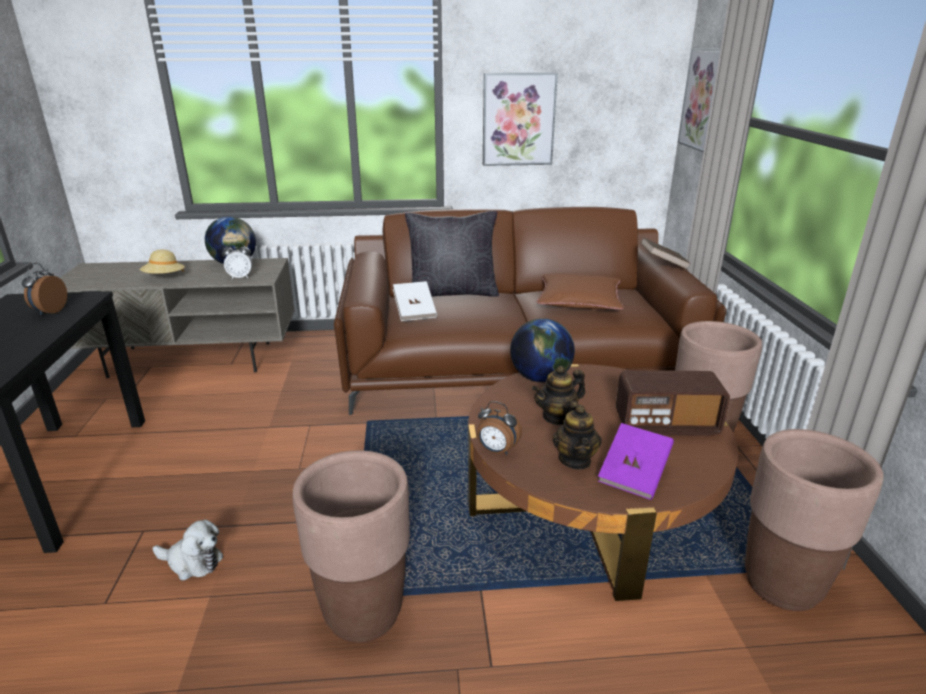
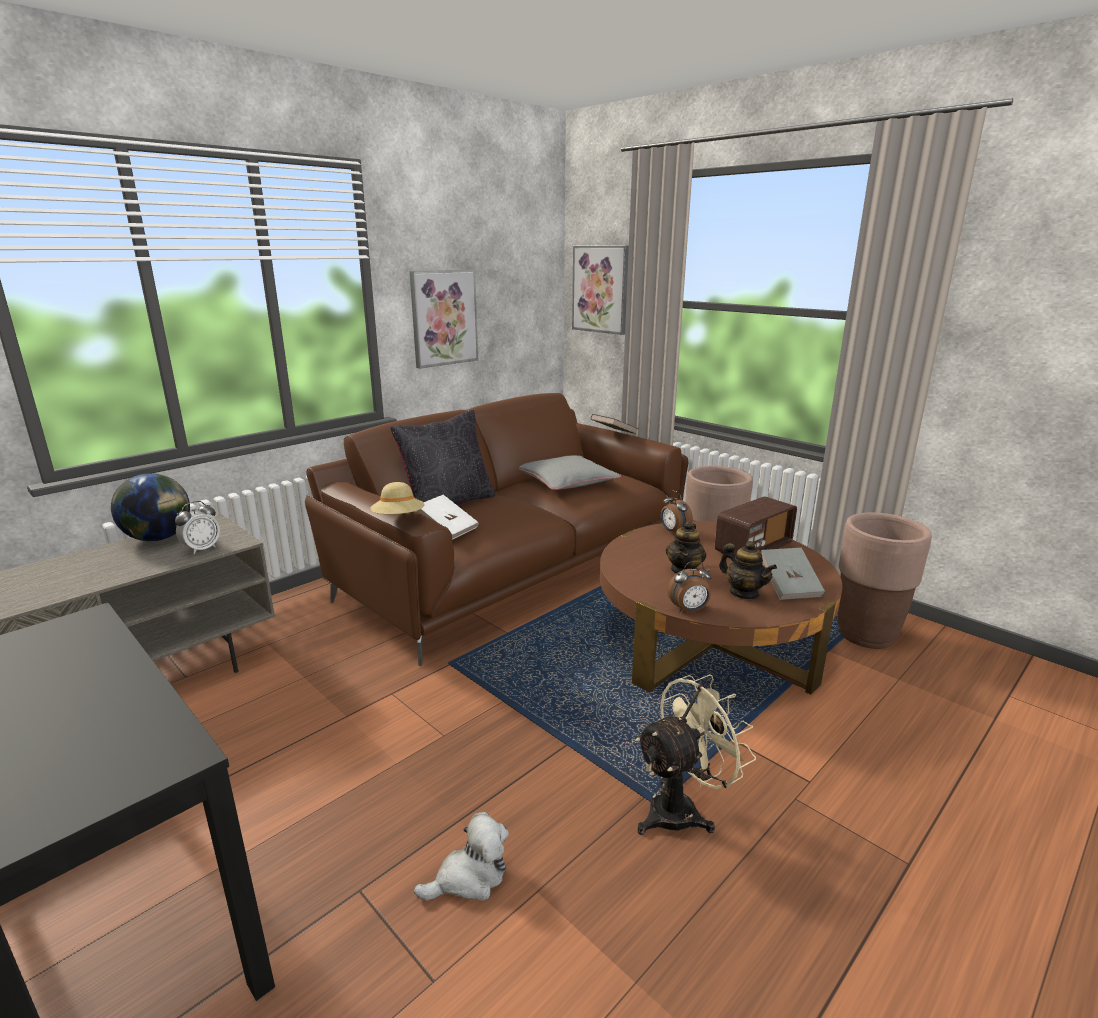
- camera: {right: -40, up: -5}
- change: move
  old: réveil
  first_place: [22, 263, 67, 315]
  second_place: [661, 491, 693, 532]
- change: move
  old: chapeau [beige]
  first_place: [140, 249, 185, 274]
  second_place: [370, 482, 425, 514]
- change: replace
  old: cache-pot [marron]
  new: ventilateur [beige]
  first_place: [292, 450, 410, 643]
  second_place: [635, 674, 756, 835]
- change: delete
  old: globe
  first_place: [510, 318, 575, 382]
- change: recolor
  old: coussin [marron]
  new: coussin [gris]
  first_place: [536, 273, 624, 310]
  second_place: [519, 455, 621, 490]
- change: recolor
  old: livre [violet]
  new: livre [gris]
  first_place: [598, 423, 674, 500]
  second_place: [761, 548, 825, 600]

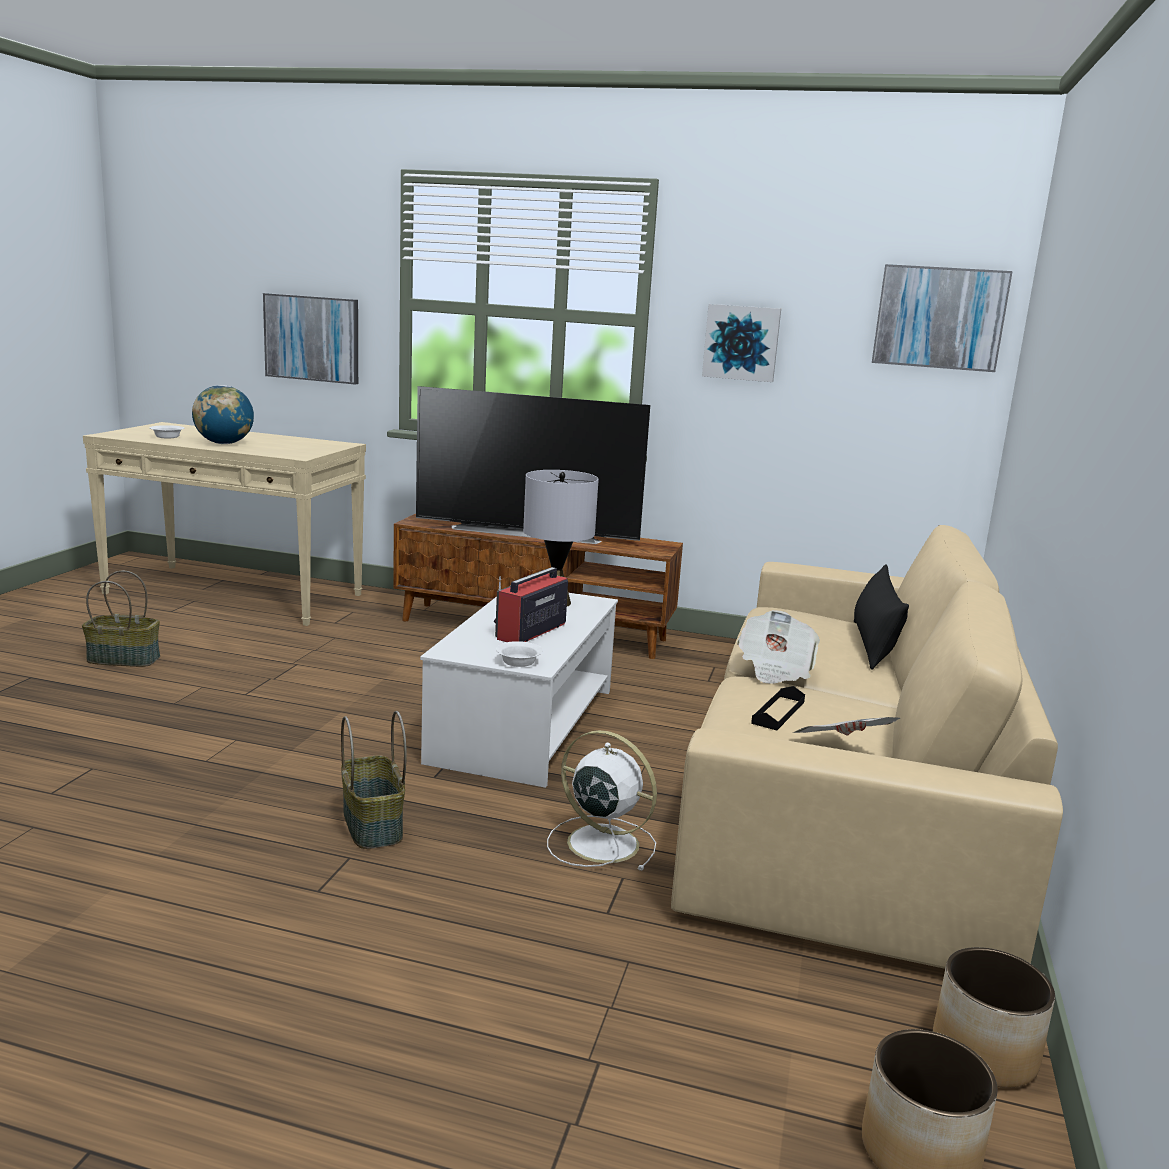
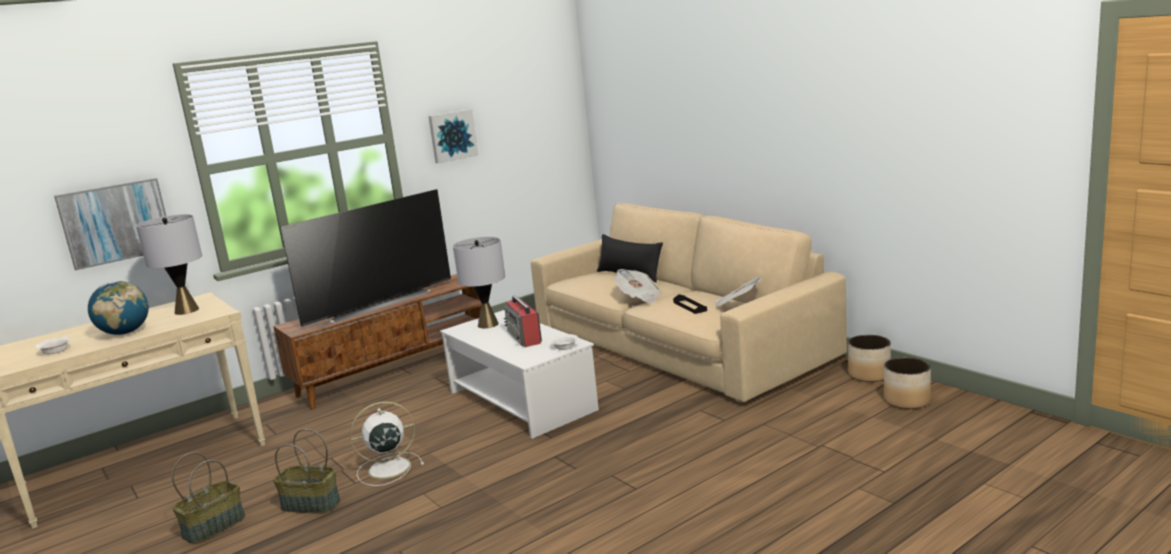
- camera: {right: -50, up: 0}
- change: move
  old: panier
  first_place: [341, 711, 407, 849]
  second_place: [273, 429, 340, 514]
- change: move
  old: ventilateur [blanc]
  first_place: [547, 730, 657, 871]
  second_place: [350, 401, 424, 486]
- change: delete
  old: tableau
  first_place: [872, 264, 1013, 372]
- change: insert
  new: lampe de table [gris]
  second_place: [136, 214, 202, 315]

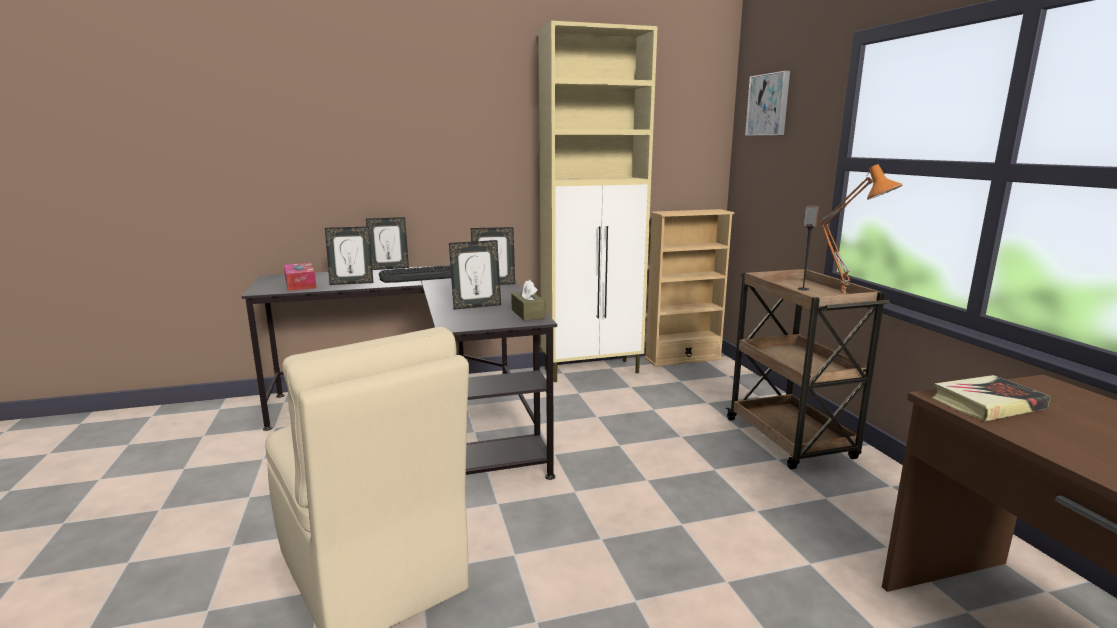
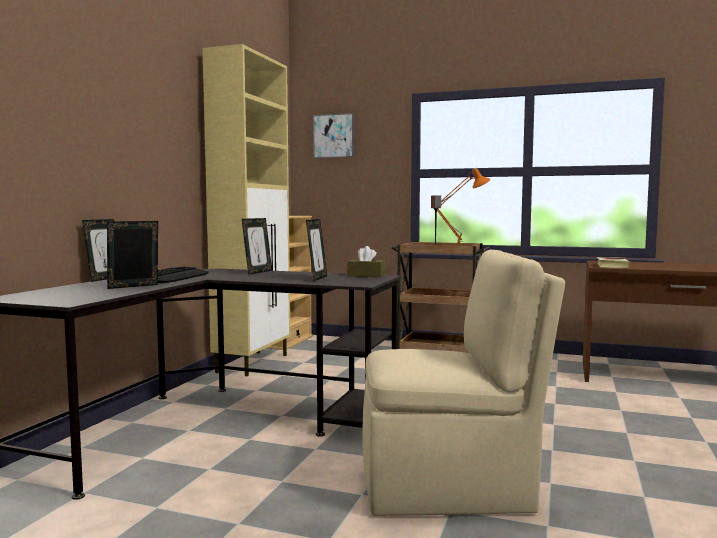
- camera: {right: -55, up: -10}
- change: delete
  old: boîte à mouchoirs
  first_place: [284, 263, 316, 291]
- change: rotate
  old: cadre photo
  first_place: [325, 226, 373, 285]
  second_place: [107, 221, 158, 289]
  degrees: -150

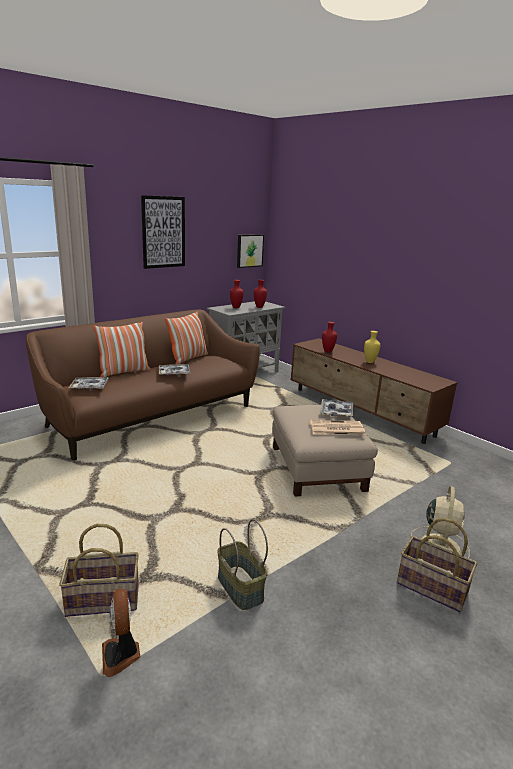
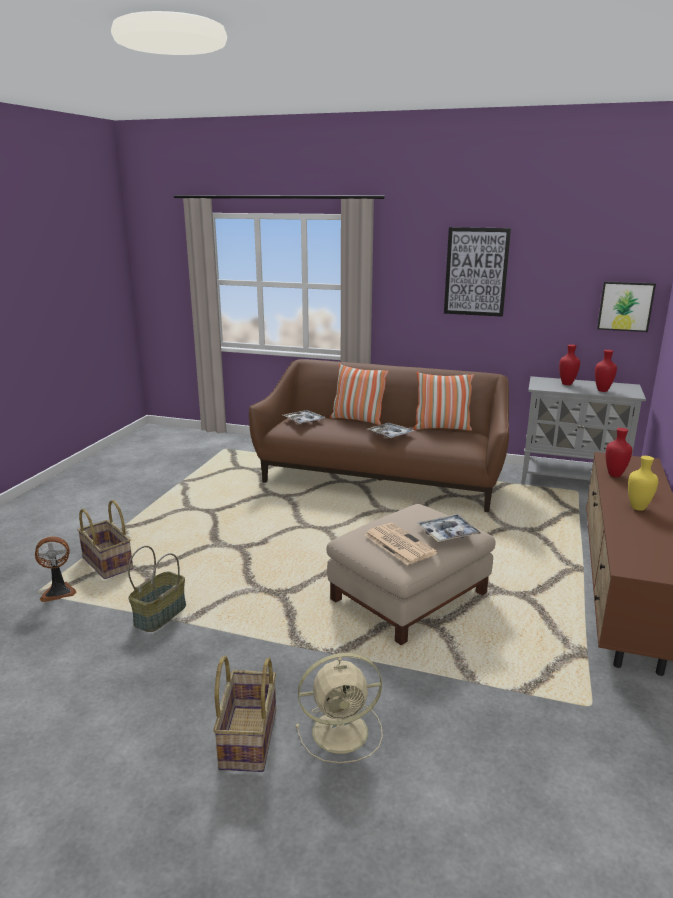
- camera: {right: 60, up: 0}
- change: rotate
  old: ventilateur
  first_place: [102, 589, 141, 677]
  second_place: [35, 536, 76, 602]
  degrees: -150

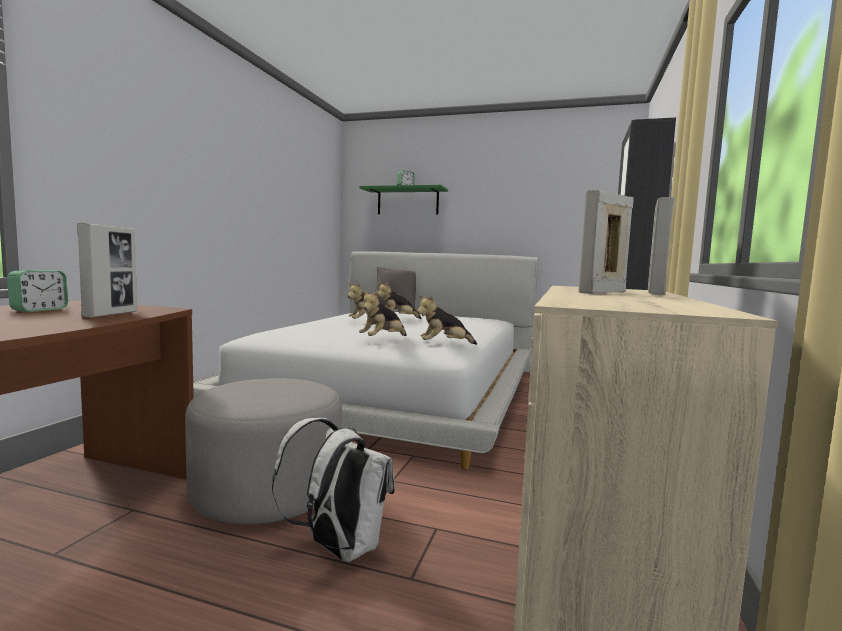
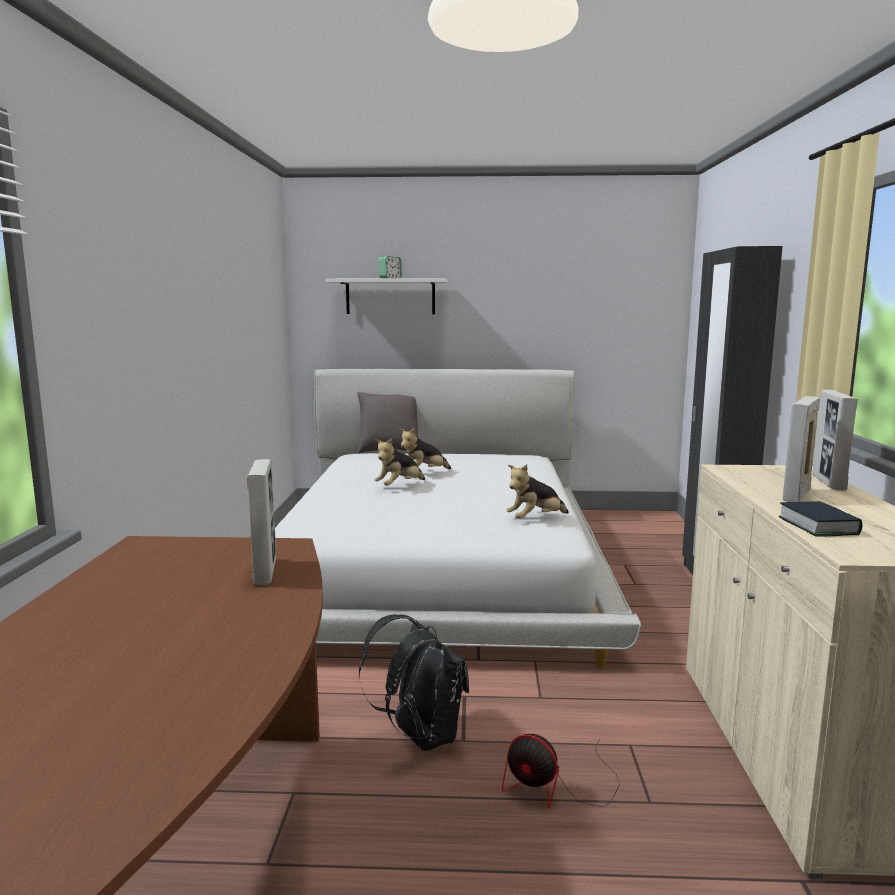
- camera: {right: -15, up: 5}
- change: delete
  old: réveil
  first_place: [7, 270, 68, 312]
- change: replace
  old: pouf [gris]
  new: sac à dos [noir]
  first_place: [185, 378, 342, 524]
  second_place: [359, 614, 469, 751]
- change: replace
  old: sac à dos [blanc]
  new: ventilateur
  first_place: [272, 418, 395, 562]
  second_place: [502, 734, 620, 809]
- change: recolor
  old: étagère [vert]
  new: étagère [blanc]
  first_place: [359, 185, 448, 214]
  second_place: [326, 278, 448, 314]
- change: delete
  old: peluche
  first_place: [359, 290, 407, 336]
- change: insert
  new: livre
  second_place: [778, 501, 862, 536]

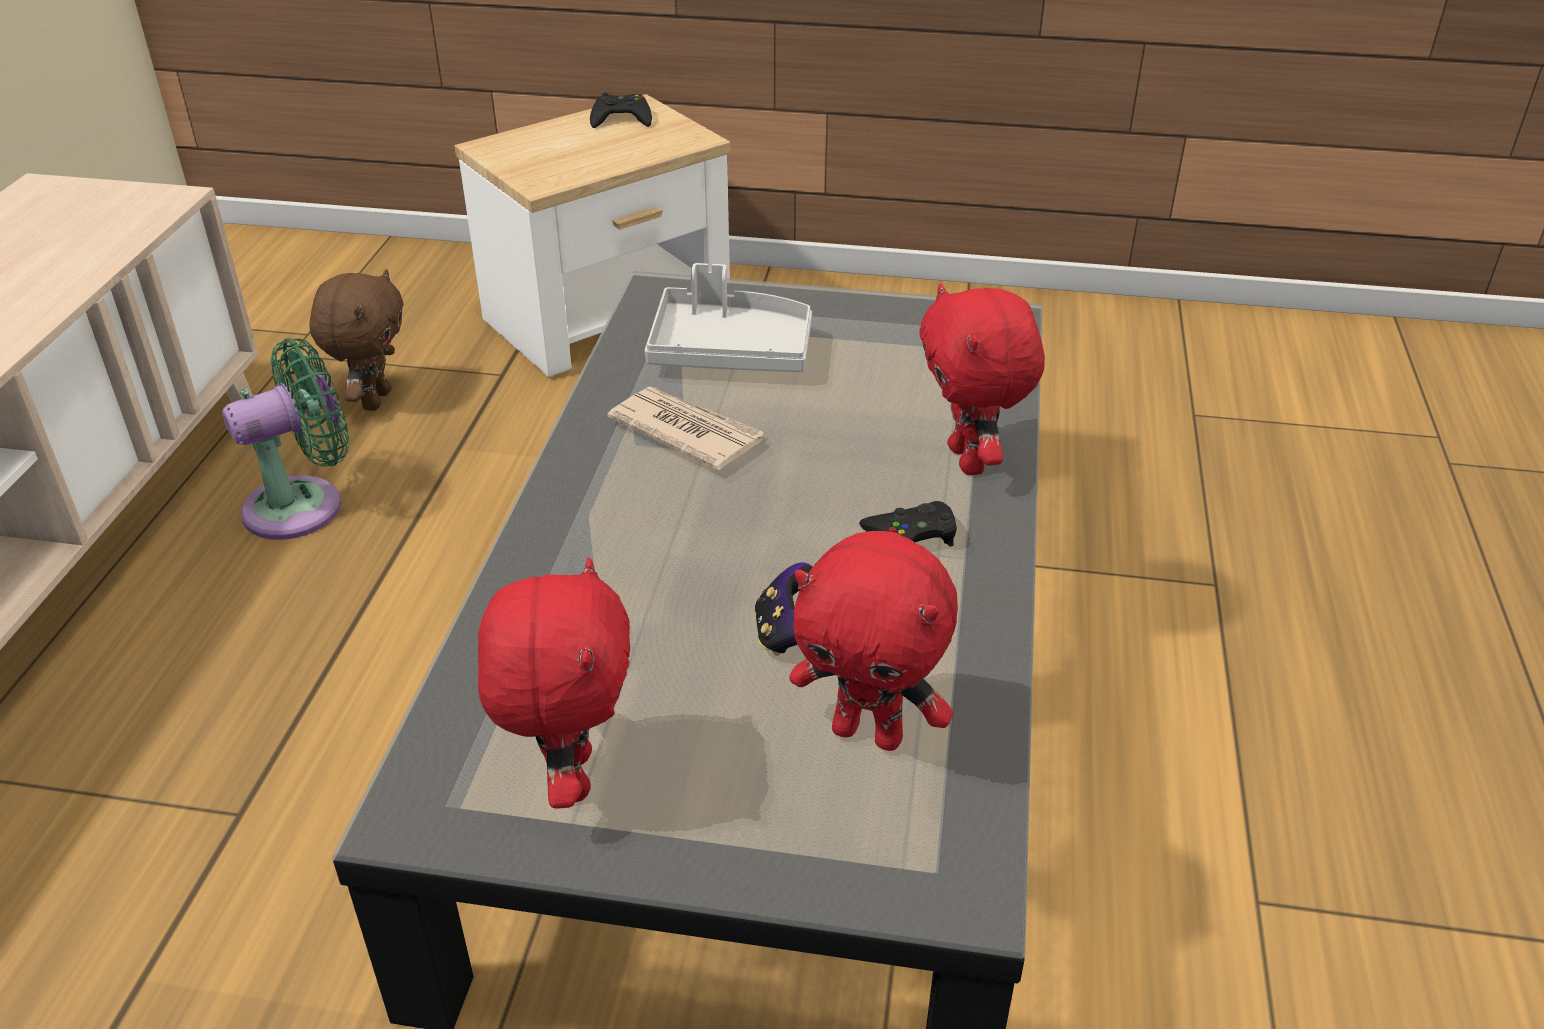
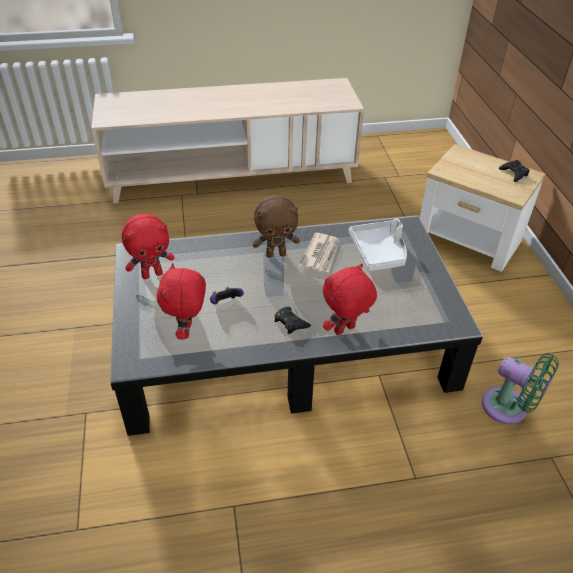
- camera: {right: 70, up: 5}
- change: move
  old: ventilateur [vert]
  first_place: [222, 338, 349, 540]
  second_place: [482, 354, 559, 424]
- change: move
  old: peluche [marron]
  first_place: [309, 269, 403, 411]
  second_place: [253, 195, 300, 258]

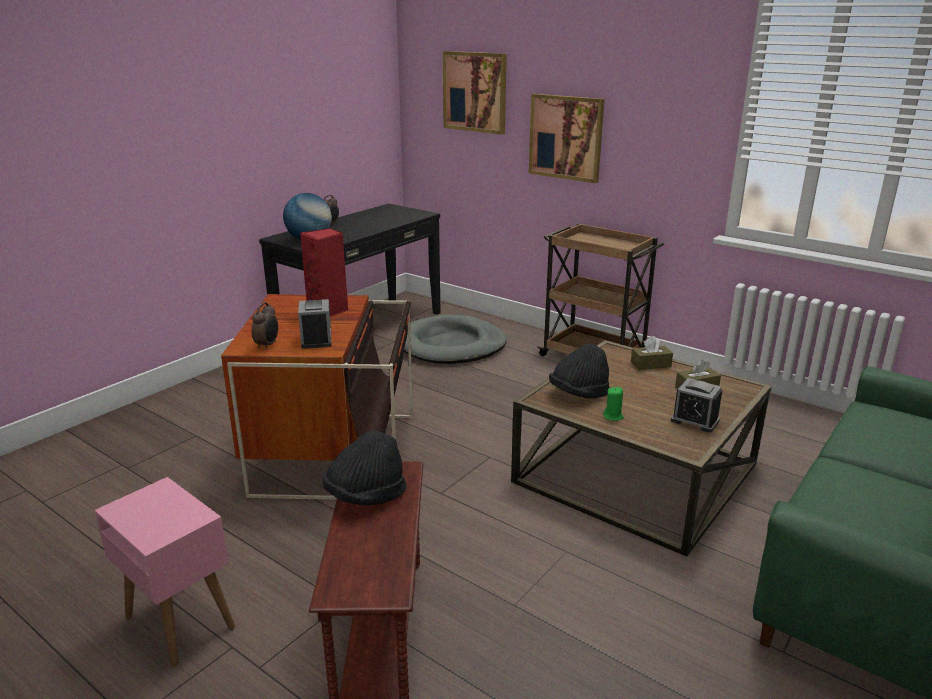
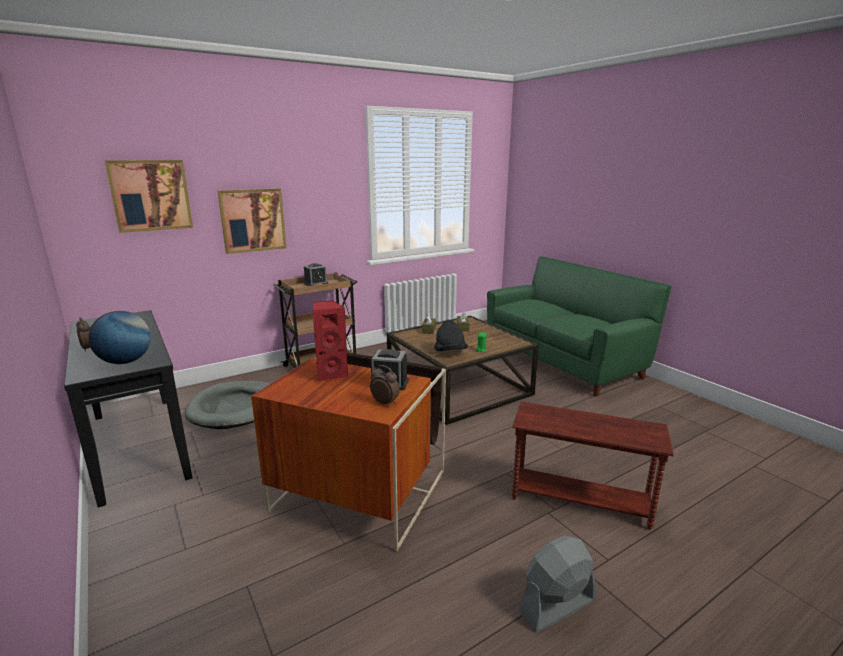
- camera: {right: -70, up: -5}
- change: replace
  old: table d'appoint [rose]
  new: ventilateur [gris]
  first_place: [94, 477, 236, 667]
  second_place: [518, 535, 596, 632]
- change: delete
  old: chapeau [noir]
  first_place: [322, 431, 406, 505]
- change: move
  old: réveil
  first_place: [671, 378, 722, 433]
  second_place: [304, 263, 328, 286]

